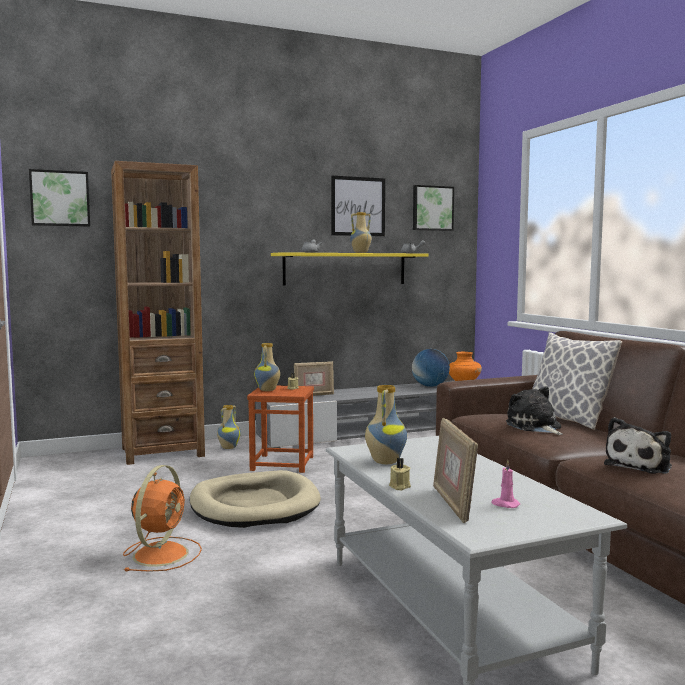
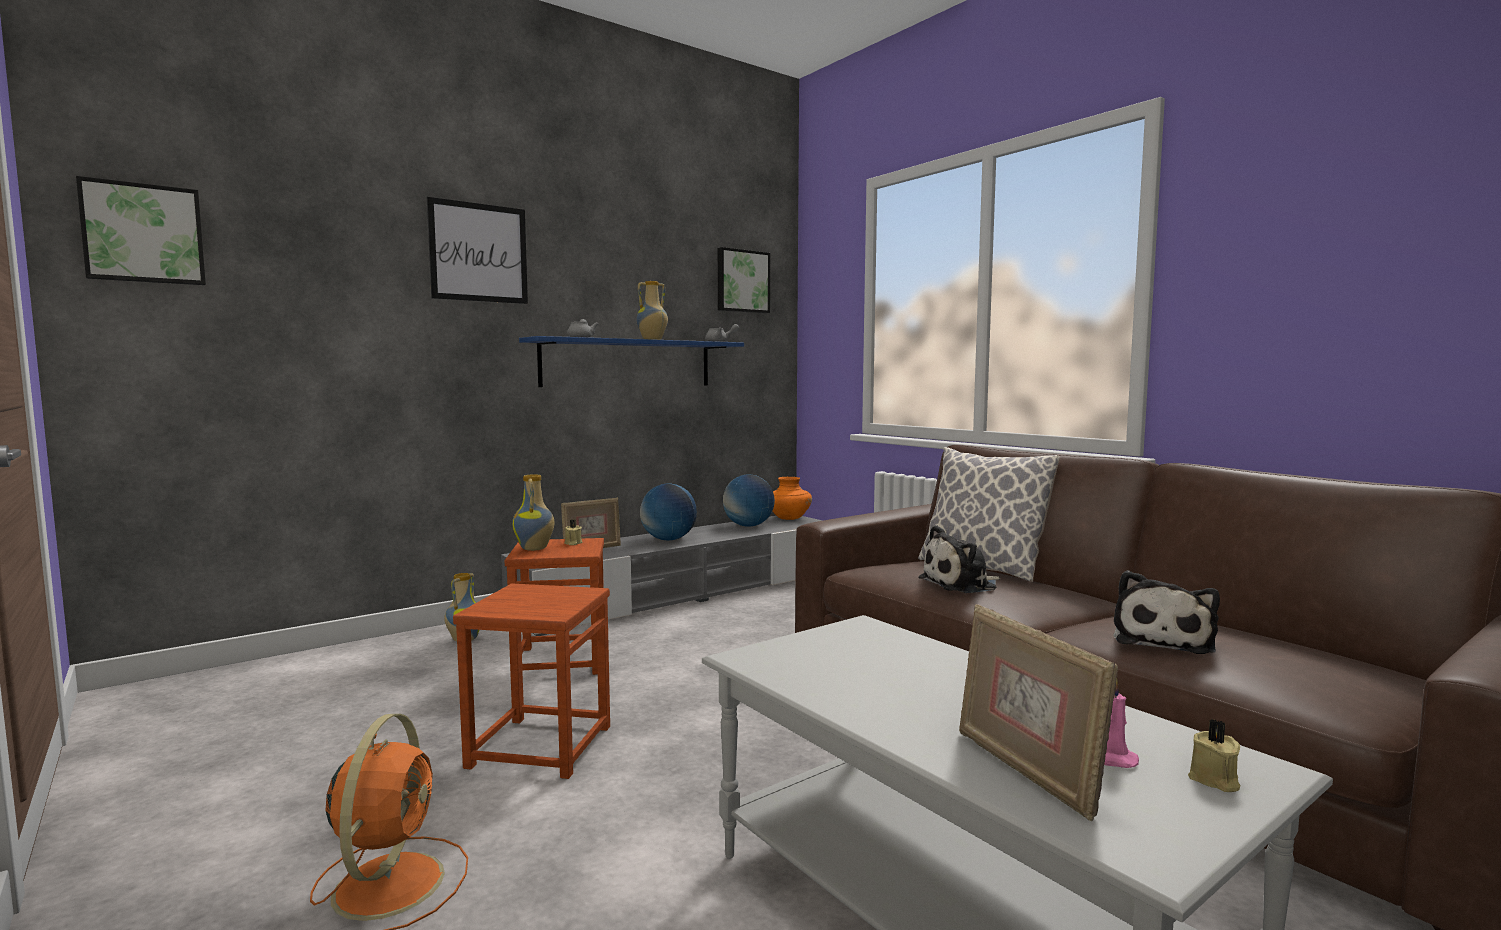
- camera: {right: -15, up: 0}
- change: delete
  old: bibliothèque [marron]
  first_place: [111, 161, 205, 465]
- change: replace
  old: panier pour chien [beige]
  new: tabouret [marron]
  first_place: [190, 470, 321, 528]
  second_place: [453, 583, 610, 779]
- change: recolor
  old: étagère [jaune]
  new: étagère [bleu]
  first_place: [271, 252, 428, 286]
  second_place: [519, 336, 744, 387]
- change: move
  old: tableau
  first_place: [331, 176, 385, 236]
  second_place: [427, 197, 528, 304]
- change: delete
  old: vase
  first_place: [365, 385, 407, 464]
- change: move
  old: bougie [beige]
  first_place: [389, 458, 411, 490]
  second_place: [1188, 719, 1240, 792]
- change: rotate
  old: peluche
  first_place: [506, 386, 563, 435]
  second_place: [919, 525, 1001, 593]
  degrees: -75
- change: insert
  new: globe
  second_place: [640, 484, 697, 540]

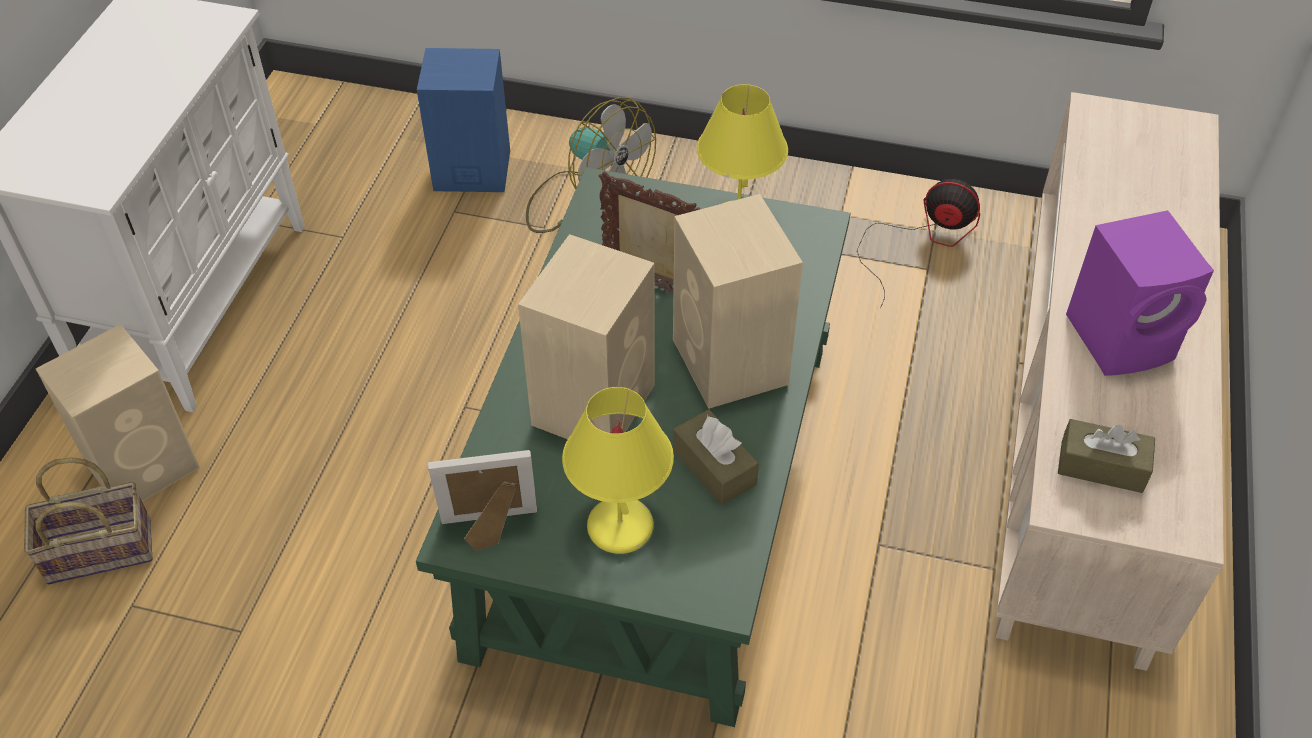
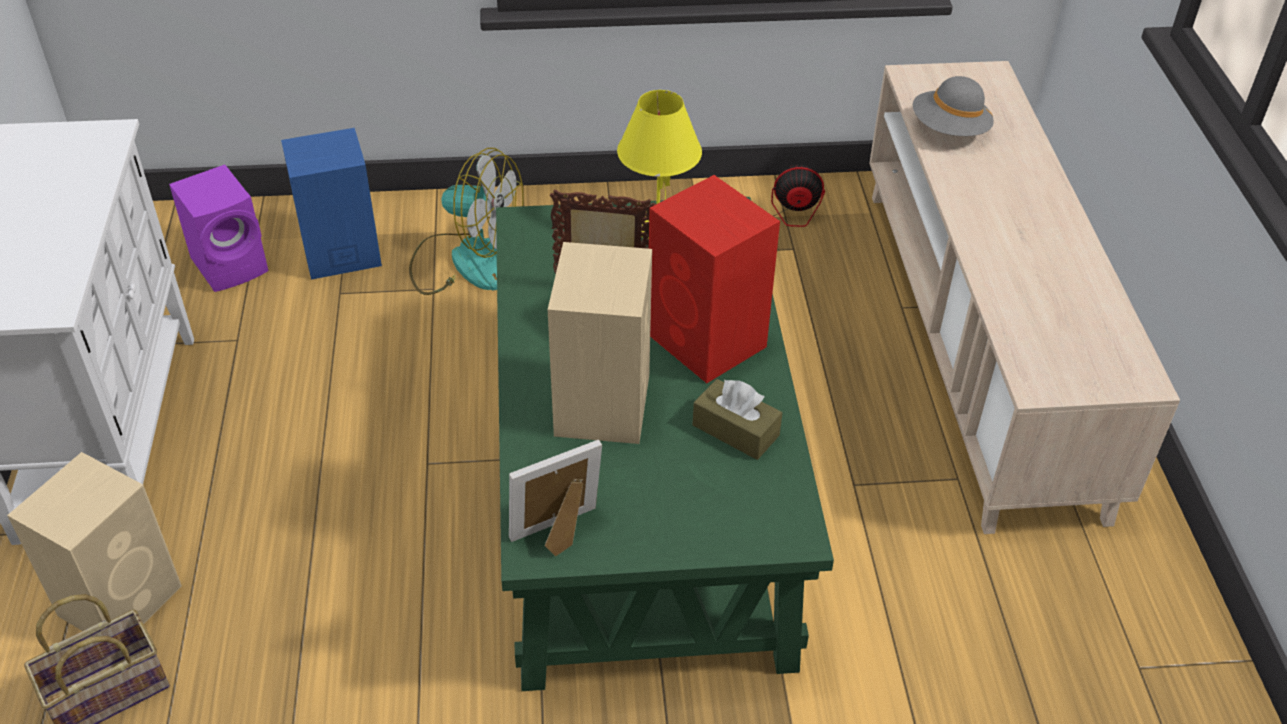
- camera: {right: -20, up: -5}
- change: delete
  old: lampe de table [jaune]
  first_place: [562, 387, 674, 554]
- change: recolor
  old: enceinte [beige]
  new: enceinte [rouge]
  first_place: [673, 194, 803, 409]
  second_place: [649, 175, 780, 383]
- change: delete
  old: boîte à mouchoirs [marron]
  first_place: [1058, 419, 1155, 493]
- change: move
  old: enceinte [violet]
  first_place: [1066, 210, 1214, 376]
  second_place: [169, 165, 269, 292]
- change: insert
  new: chapeau [gris]
  second_place: [913, 76, 994, 136]

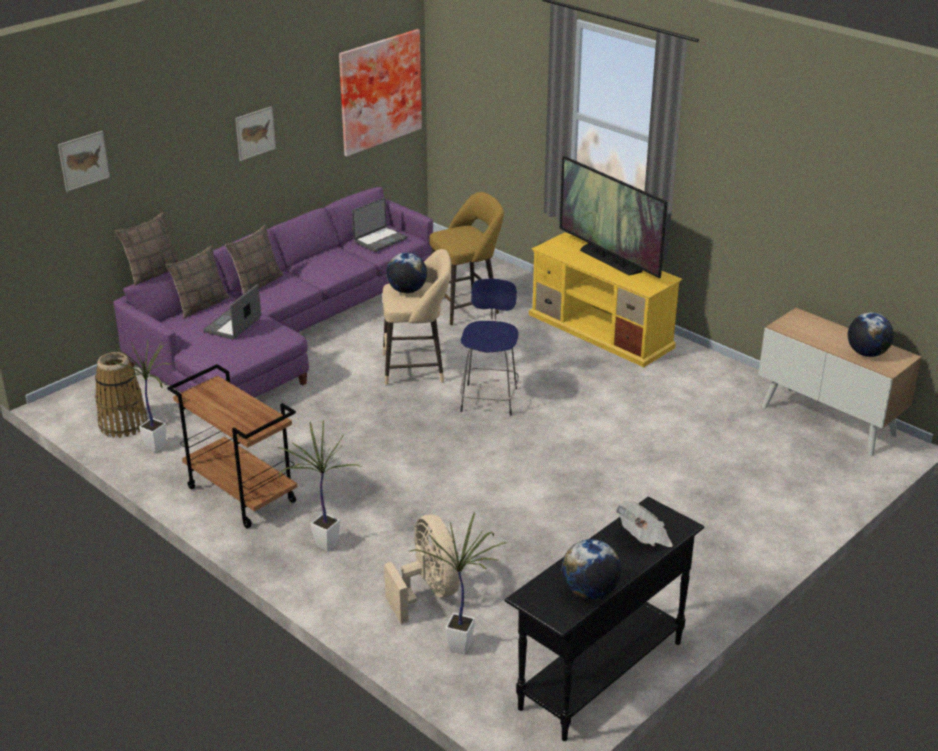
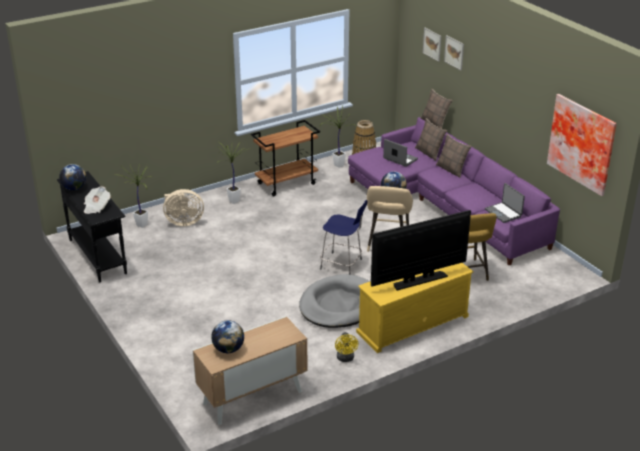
- camera: {right: 105, up: 0}
- change: move
  old: tableau
  first_place: [235, 106, 276, 161]
  second_place: [444, 35, 464, 70]
- change: insert
  new: panier pour chien [gris]
  second_place: [299, 274, 370, 328]
- change: insert
  new: ventilateur [jaune]
  second_place: [335, 332, 358, 362]

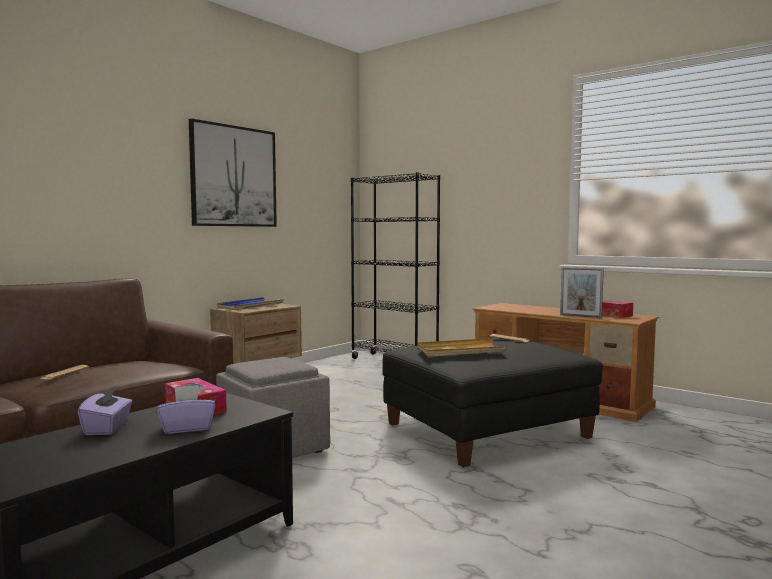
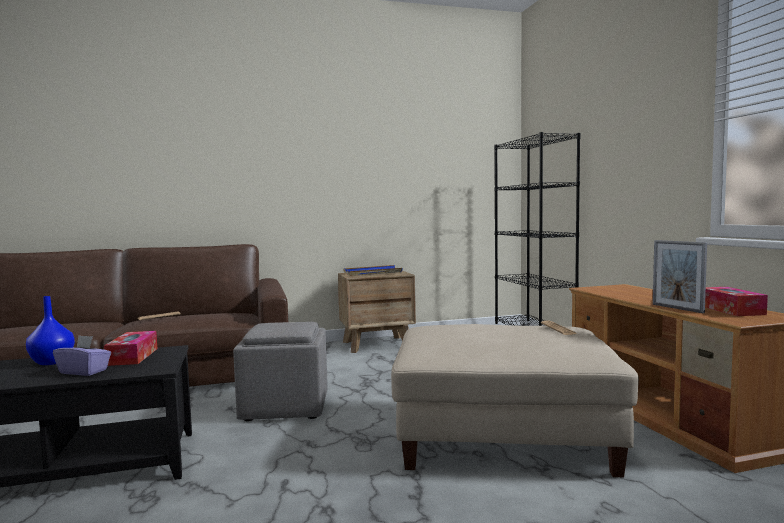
- camera: {right: 35, up: 0}
- change: replace
  old: boîte à mouchoirs [violet]
  new: vase [bleu]
  first_place: [78, 385, 132, 435]
  second_place: [26, 296, 75, 365]
- change: delete
  old: tableau
  first_place: [189, 118, 277, 227]
- change: recolor
  old: pouf [noir]
  new: pouf [beige]
  first_place: [382, 338, 603, 467]
  second_place: [391, 324, 639, 477]
- change: delete
  old: plateau [beige]
  first_place: [417, 338, 507, 357]

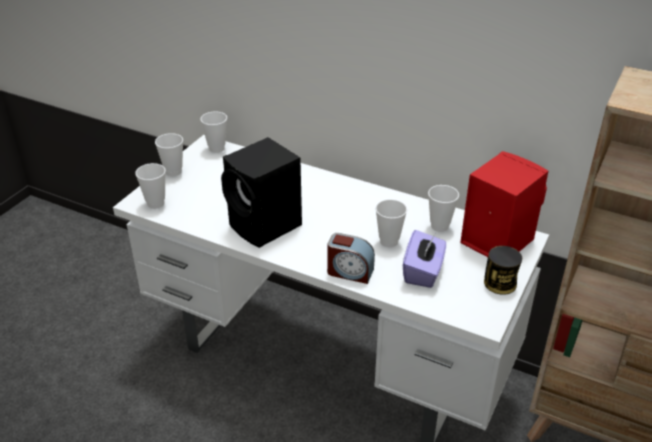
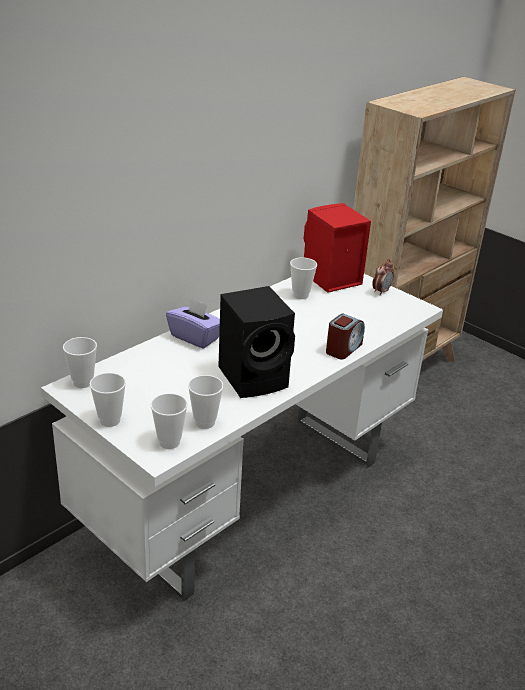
- camera: {right: -75, up: -5}
- change: move
  old: tasse
  first_place: [375, 199, 407, 247]
  second_place: [188, 375, 223, 429]
- change: move
  old: boîte à mouchoirs [violet]
  first_place: [403, 230, 446, 288]
  second_place: [166, 298, 220, 349]
- change: replace
  old: boîte métallique
  new: réveil
  first_place: [484, 246, 522, 295]
  second_place: [372, 259, 394, 295]

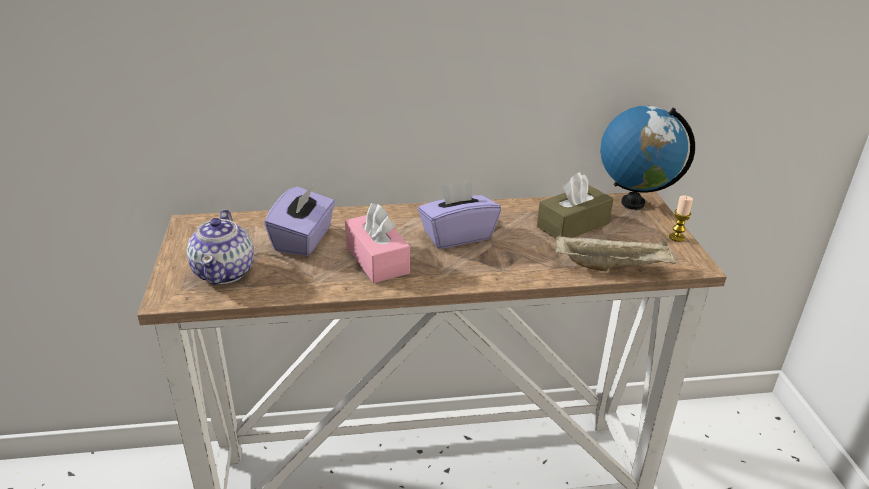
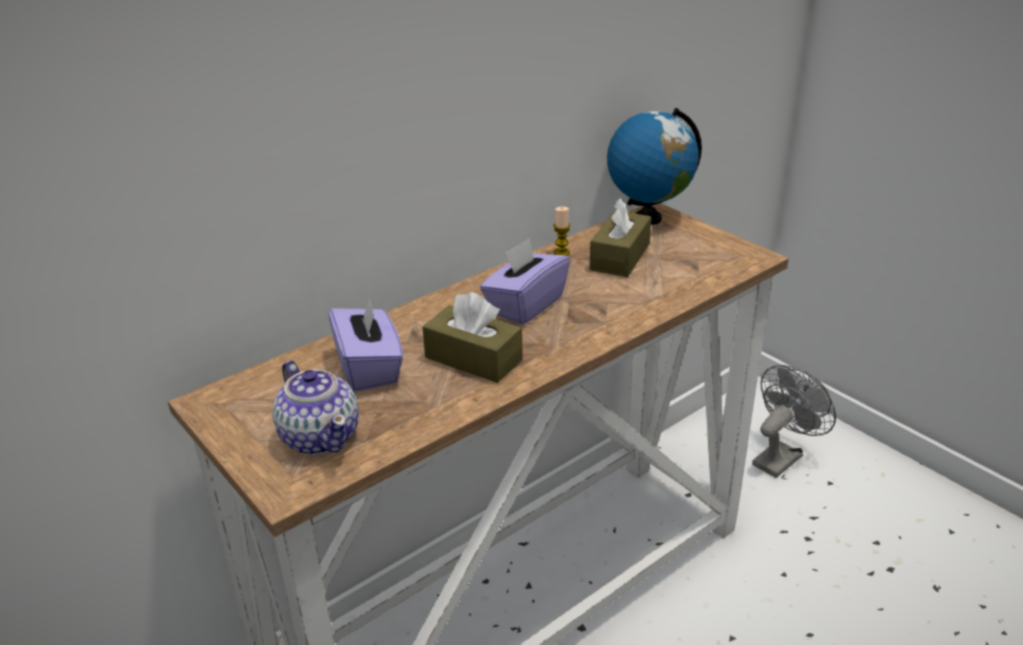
- camera: {right: -30, up: 0}
- change: recolor
  old: boîte à mouchoirs [rose]
  new: boîte à mouchoirs [marron]
  first_place: [345, 203, 410, 283]
  second_place: [422, 292, 523, 383]
- change: delete
  old: plateau [beige]
  first_place: [556, 235, 676, 272]
- change: move
  old: bougie
  first_place: [669, 195, 693, 242]
  second_place: [553, 207, 570, 256]
- change: insert
  new: ventilateur [gris]
  second_place: [752, 365, 836, 478]

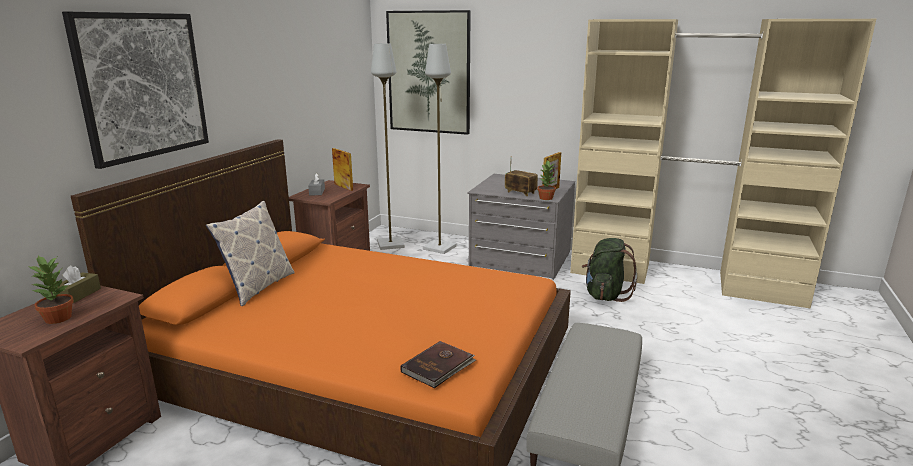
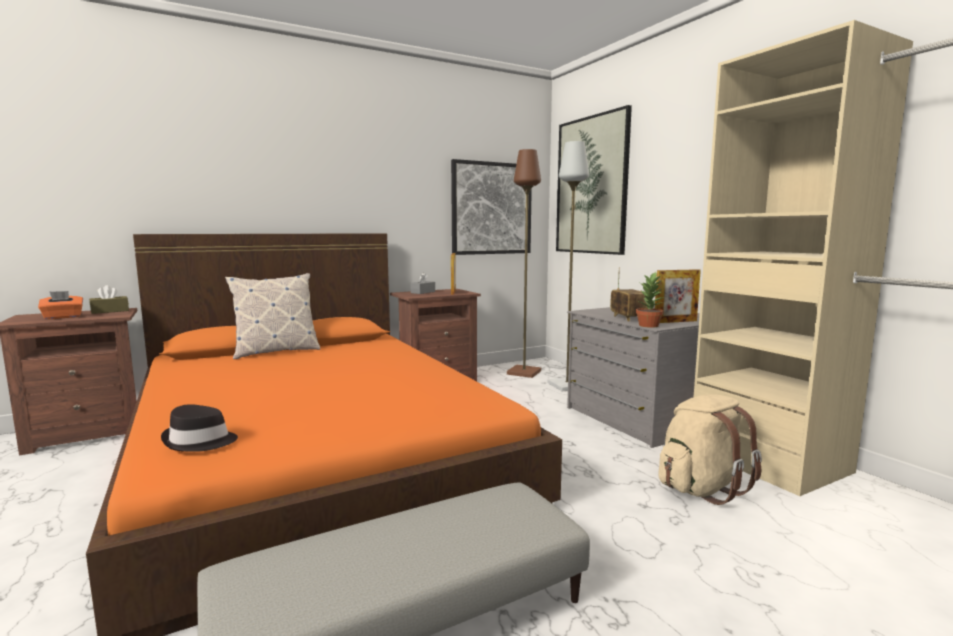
- camera: {right: 40, up: -10}
- change: replace
  old: plante en pot
  new: boîte à mouchoirs [orange]
  first_place: [28, 256, 74, 324]
  second_place: [38, 291, 83, 319]
- change: move
  old: tableau
  first_place: [62, 12, 209, 169]
  second_place: [451, 159, 532, 255]
- change: recolor
  old: lampadaire [gris]
  new: lampadaire [marron]
  first_place: [371, 43, 405, 250]
  second_place: [507, 149, 541, 378]
- change: replace
  old: livre [marron]
  new: chapeau [noir]
  first_place: [400, 341, 476, 388]
  second_place: [161, 404, 238, 452]
- change: recolor
  old: sac à dos [vert]
  new: sac à dos [beige]
  first_place: [582, 238, 637, 302]
  second_place: [658, 394, 762, 505]

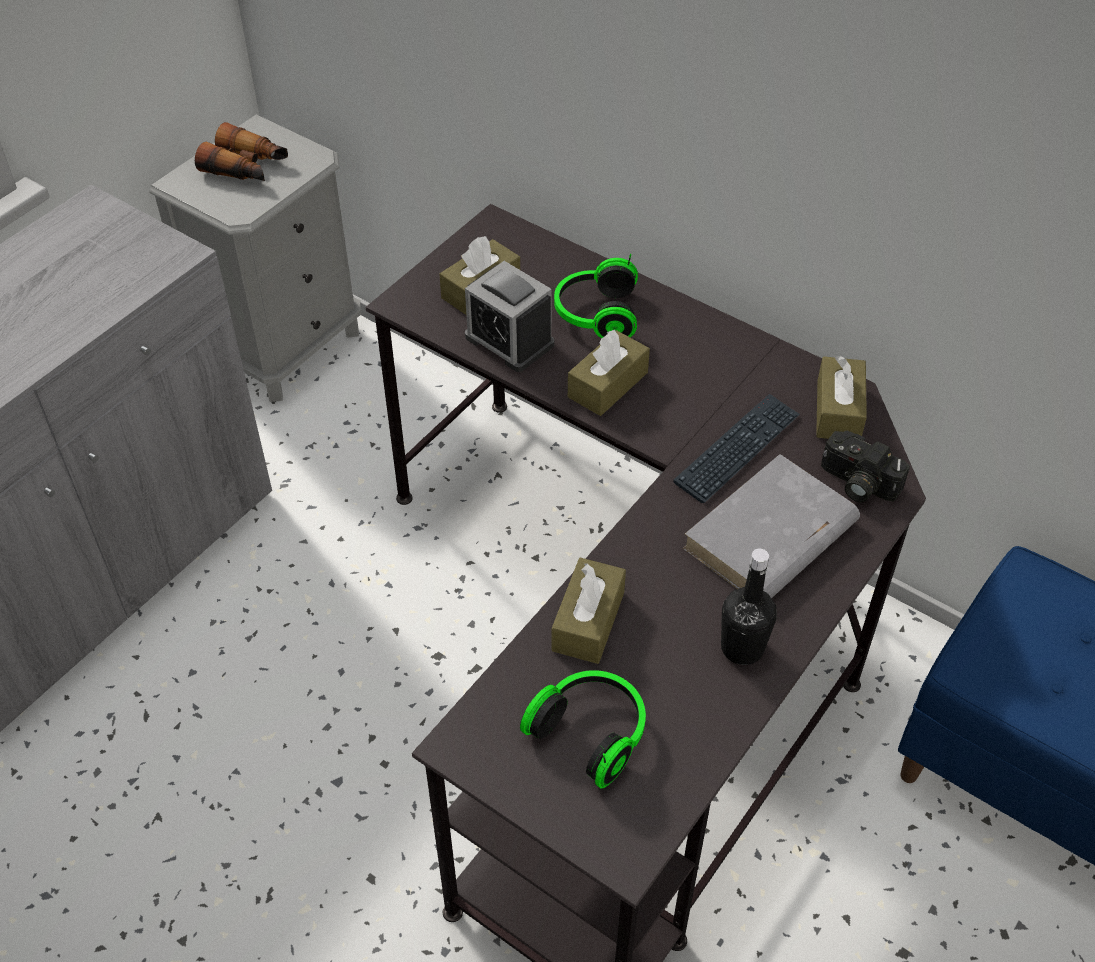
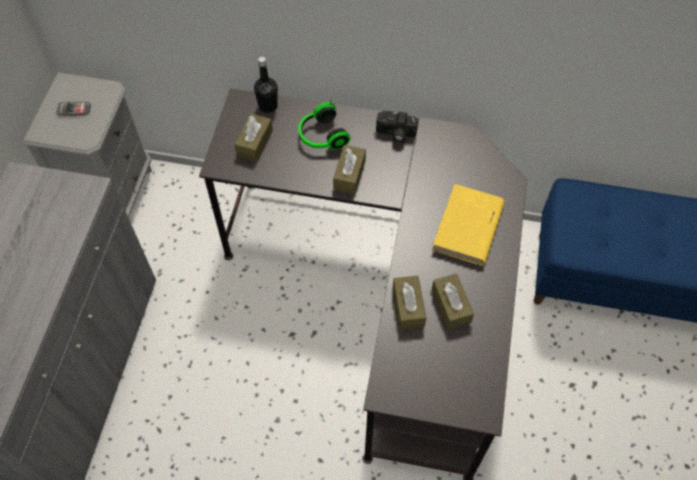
- camera: {right: -25, up: 10}
- change: replace
  old: jumelles
  new: téléphone
  first_place: [195, 122, 288, 181]
  second_place: [56, 102, 91, 116]
- change: delete
  old: réveil
  first_place: [465, 261, 554, 372]
- change: delete
  old: casque audio
  first_place: [520, 670, 646, 789]
- change: delete
  old: clavier
  first_place: [673, 394, 800, 503]
- change: recolor
  old: livre [gris]
  new: livre [jaune]
  first_place: [683, 454, 860, 598]
  second_place: [432, 184, 505, 266]
- change: move
  old: bouteille [noir]
  first_place: [721, 549, 777, 665]
  second_place: [254, 57, 278, 113]
- change: move
  old: boîte à mouchoirs [marron]
  first_place: [816, 356, 867, 439]
  second_place: [432, 274, 474, 330]
- change: move
  old: appareil photo
  first_place: [821, 431, 910, 502]
  second_place: [376, 111, 418, 143]

